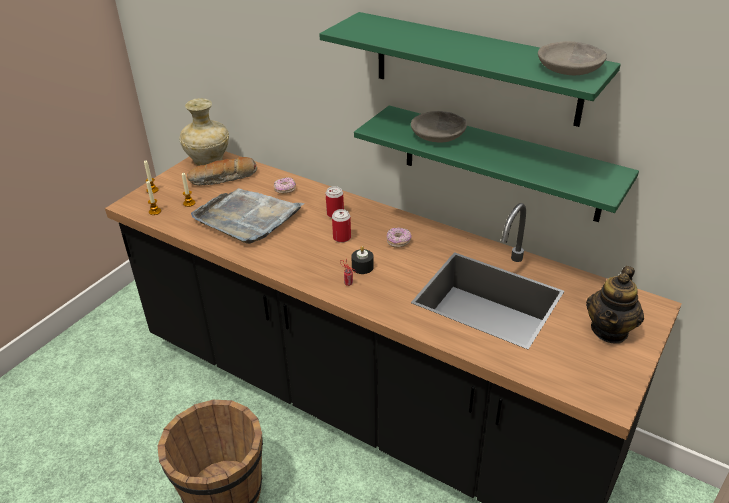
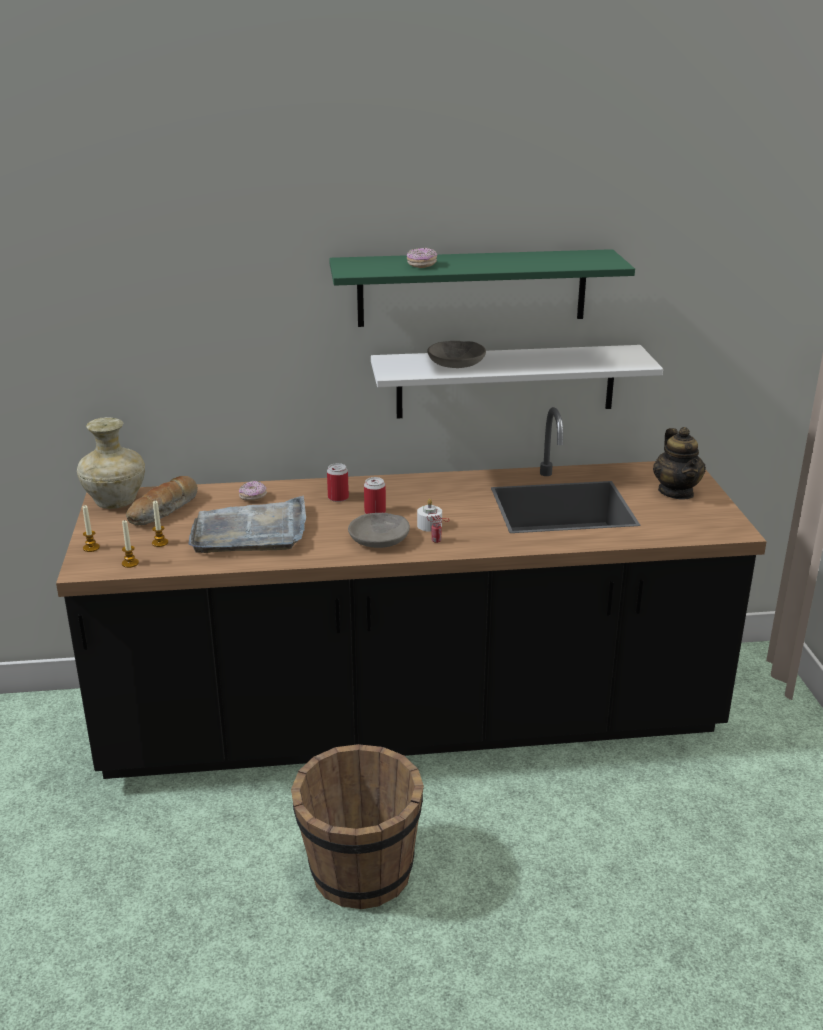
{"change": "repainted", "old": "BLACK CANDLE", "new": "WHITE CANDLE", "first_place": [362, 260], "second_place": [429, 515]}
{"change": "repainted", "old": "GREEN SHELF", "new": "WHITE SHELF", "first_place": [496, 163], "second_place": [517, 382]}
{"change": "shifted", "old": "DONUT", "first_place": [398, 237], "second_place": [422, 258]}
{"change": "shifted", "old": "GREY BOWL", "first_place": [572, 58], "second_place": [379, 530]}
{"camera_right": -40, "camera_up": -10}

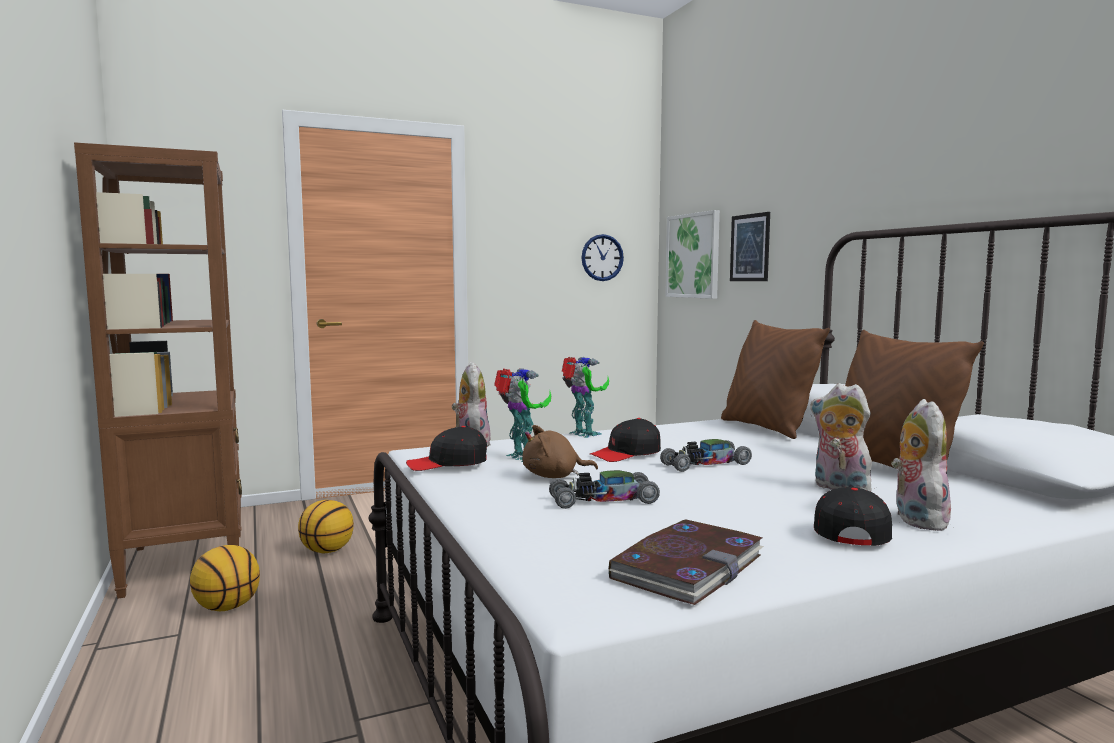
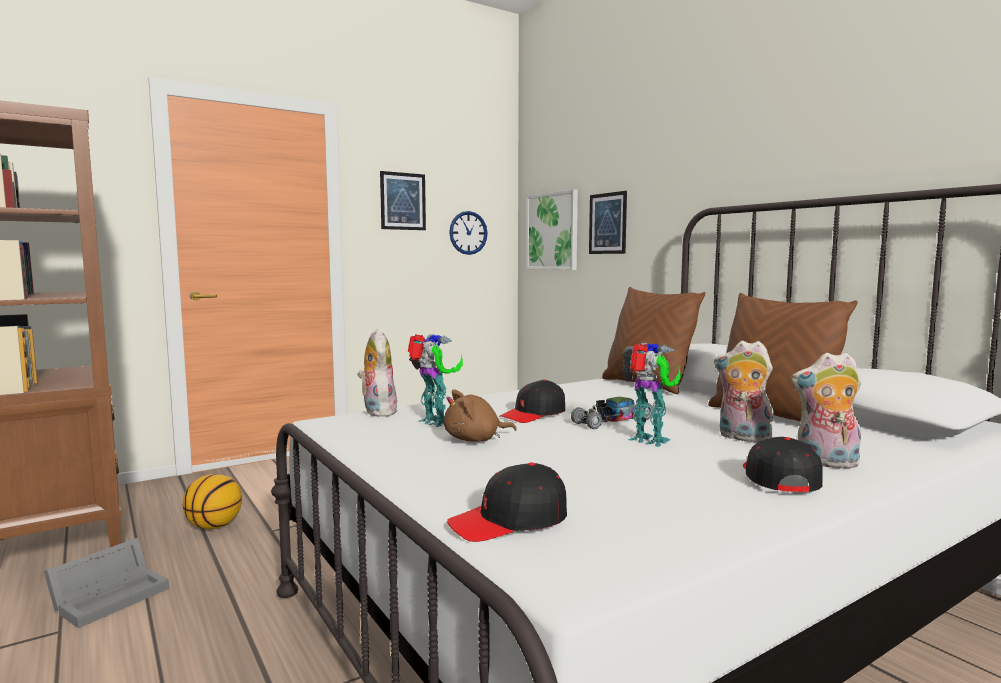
{"change": "swapped", "old": "BASKETBALL", "new": "GREY STORAGE BOX", "first_place": [225, 578], "second_place": [106, 583]}
{"change": "shifted", "old": "BLACK CAP", "first_place": [446, 448], "second_place": [507, 502]}
{"change": "gone", "old": "TOY CAR", "first_place": [604, 489]}
{"change": "shifted", "old": "TOY ROBOT", "first_place": [585, 397], "second_place": [651, 395]}
{"change": "gone", "old": "BOOK", "first_place": [686, 562]}
{"change": "rotated", "old": "PLUSH TOY", "first_place": [921, 465], "second_place": [826, 410], "degrees": -75}
{"change": "new", "new": "PICTURE", "second_place": [403, 200]}
{"camera_right": -10, "camera_up": 0}

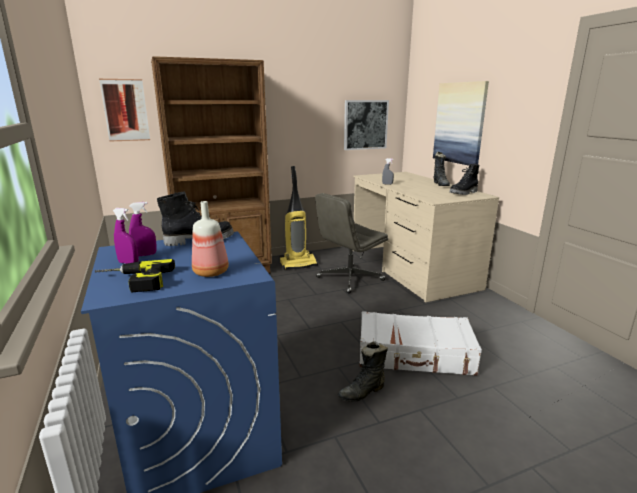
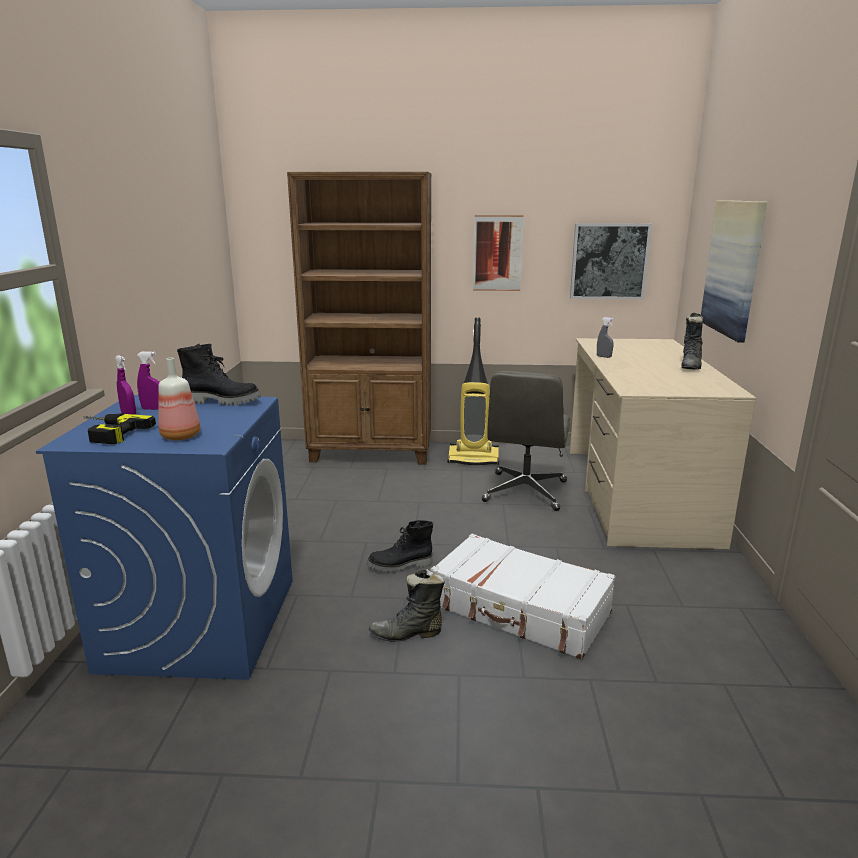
{"change": "shifted", "old": "PICTURE", "first_place": [124, 110], "second_place": [498, 253]}
{"change": "rotated", "old": "GREY OFFICE CHAIR", "first_place": [351, 243], "second_place": [526, 441], "degrees": -60}
{"change": "shifted", "old": "BLACK BOOT", "first_place": [465, 179], "second_place": [400, 546]}
{"camera_right": 25, "camera_up": 0}

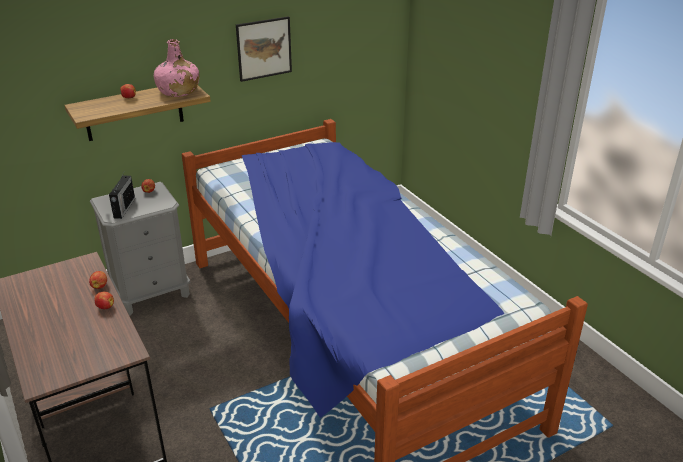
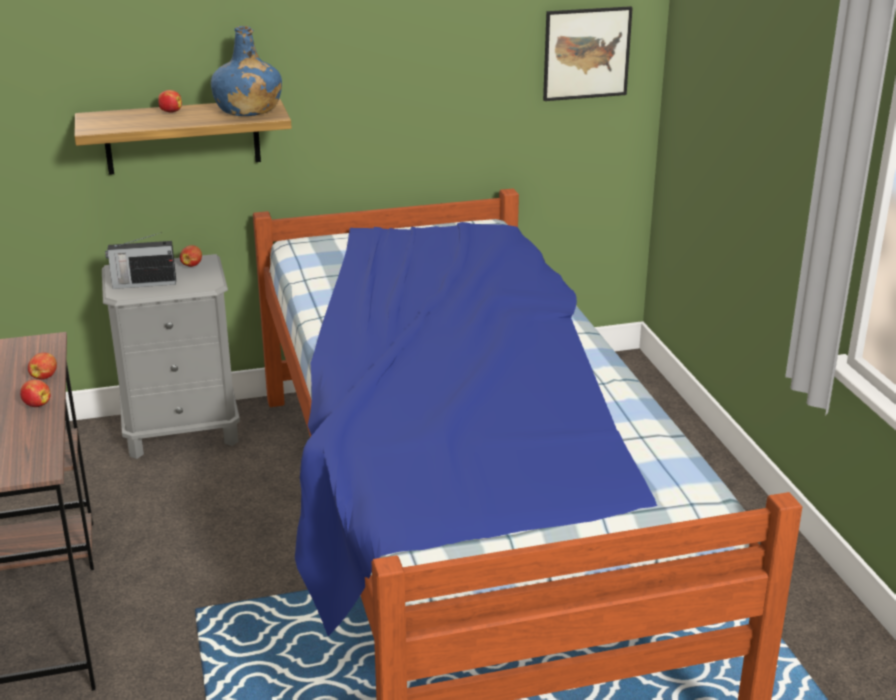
{"change": "rotated", "old": "RADIO", "first_place": [122, 197], "second_place": [140, 260], "degrees": 60}
{"change": "repainted", "old": "PINK BOTTLE", "new": "BLUE BOTTLE", "first_place": [176, 68], "second_place": [246, 71]}
{"change": "shifted", "old": "PICTURE", "first_place": [264, 49], "second_place": [588, 53]}
{"camera_right": 15, "camera_up": -5}

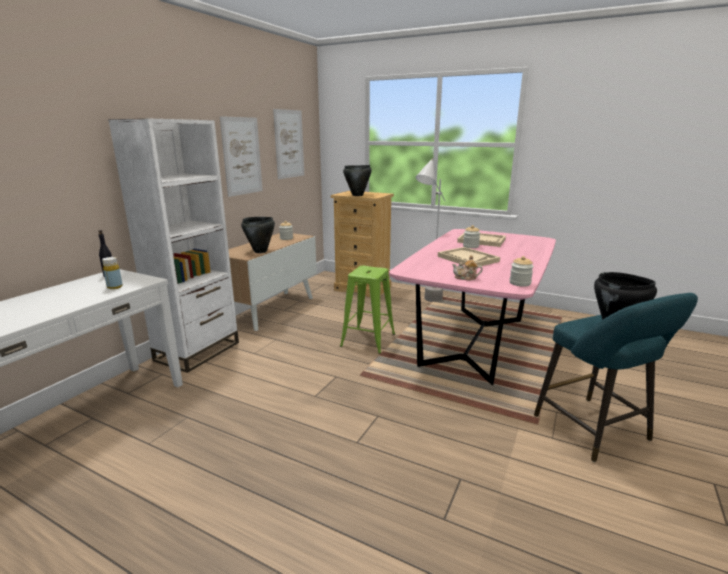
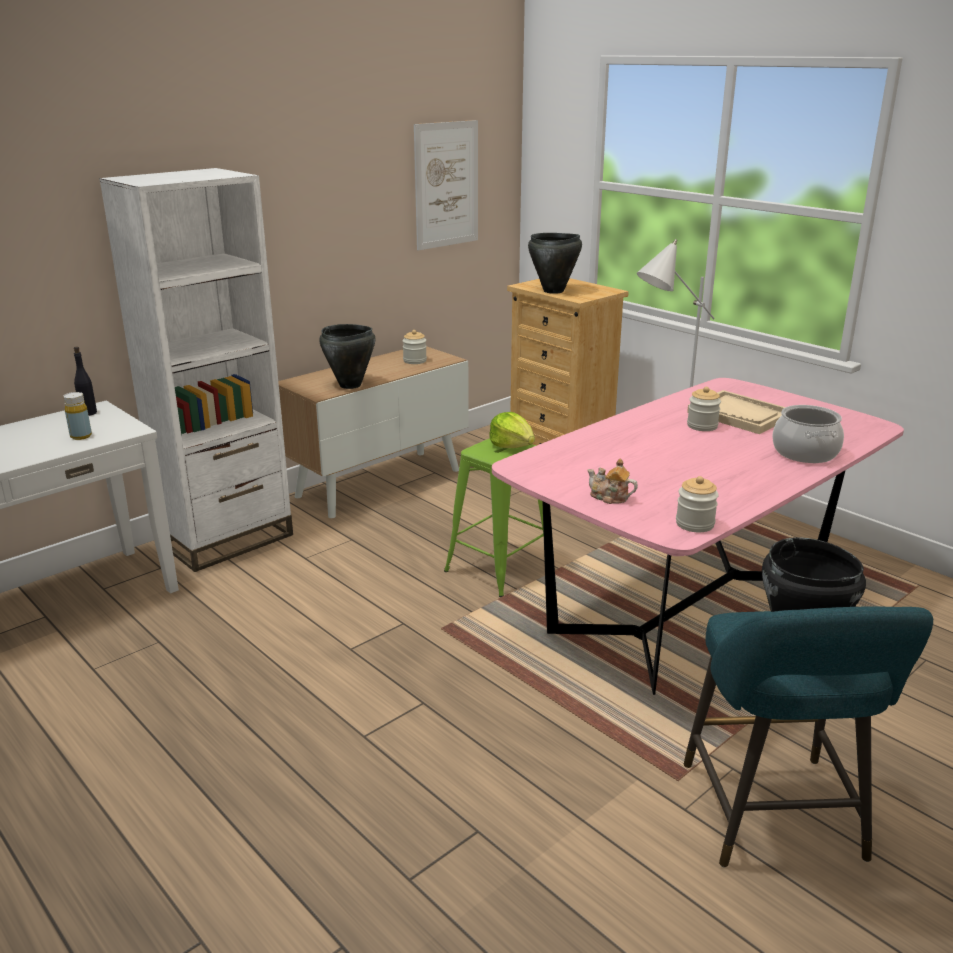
{"change": "gone", "old": "PICTURE", "first_place": [241, 156]}
{"change": "gone", "old": "BEIGE TRAY", "first_place": [469, 256]}
{"change": "new", "new": "LETTUCE", "second_place": [512, 430]}
{"change": "new", "new": "COOKING POT", "second_place": [808, 434]}
{"camera_right": 20, "camera_up": 5}

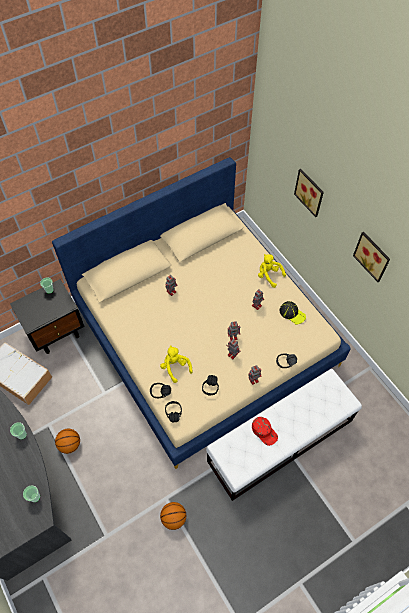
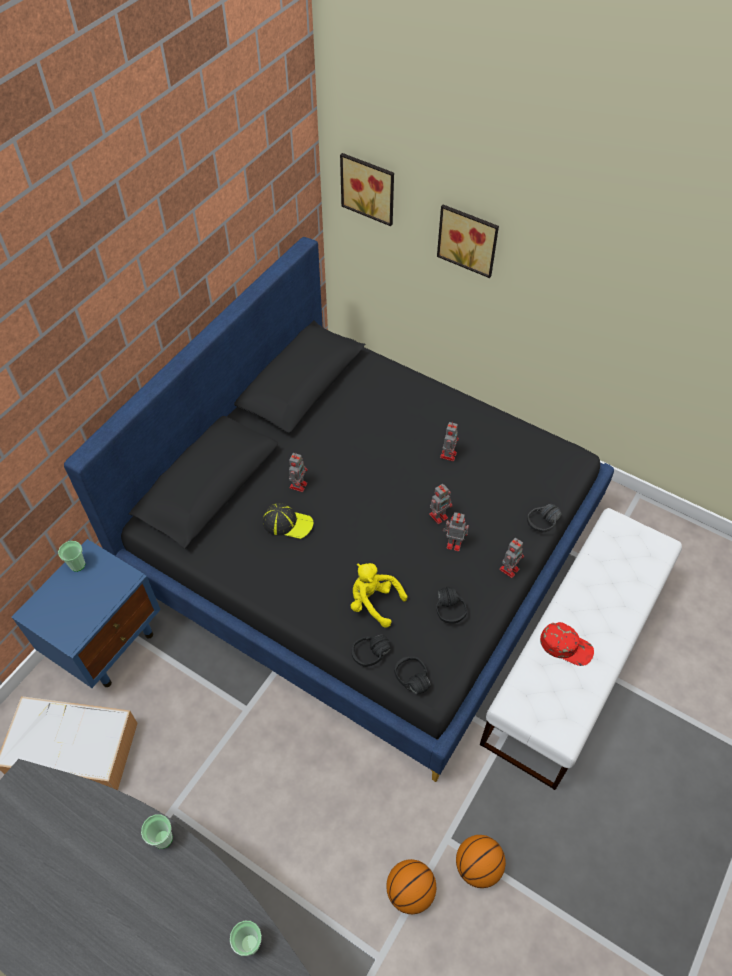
{"change": "repainted", "old": "BLACK NIGHTSTAND", "new": "BLUE NIGHTSTAND", "first_place": [47, 316], "second_place": [86, 613]}
{"change": "repainted", "old": "BEIGE BED", "new": "BLACK BED", "first_place": [201, 313], "second_place": [339, 509]}
{"change": "shifted", "old": "BASKETBALL", "first_place": [67, 441], "second_place": [411, 886]}
{"change": "gone", "old": "YELLOW PLUSH TOY", "first_place": [272, 271]}
{"change": "shifted", "old": "CAP", "first_place": [293, 313], "second_place": [288, 521]}
{"change": "shifted", "old": "PICTURE", "first_place": [371, 257], "second_place": [367, 189]}
{"camera_right": -25, "camera_up": -5}

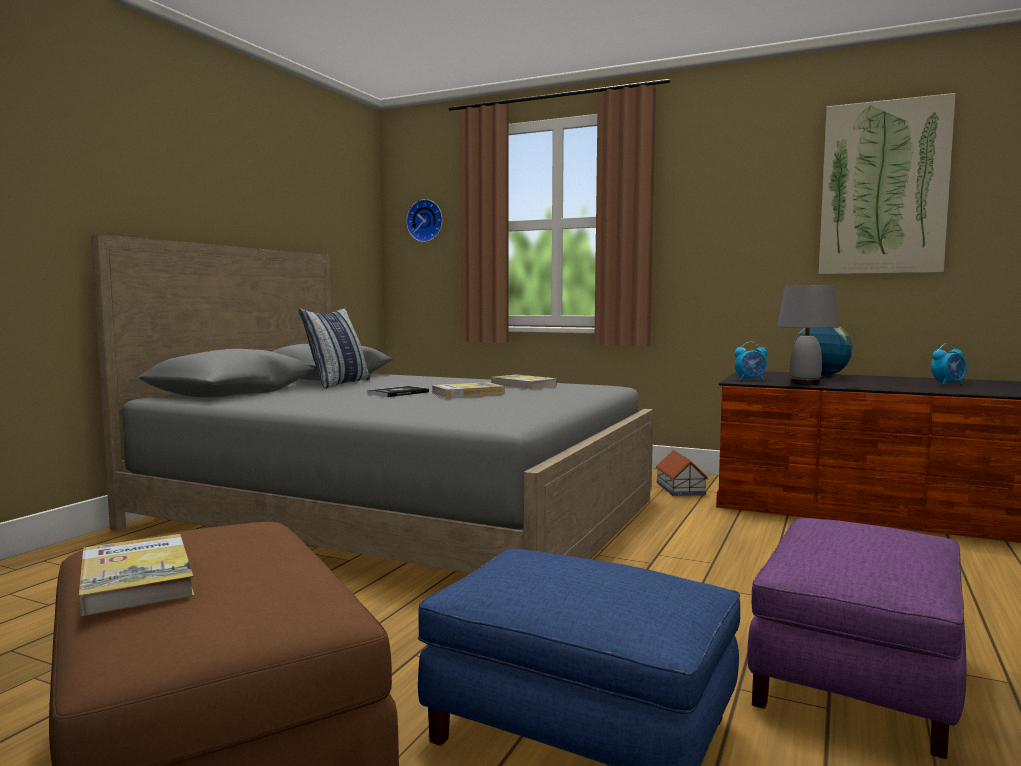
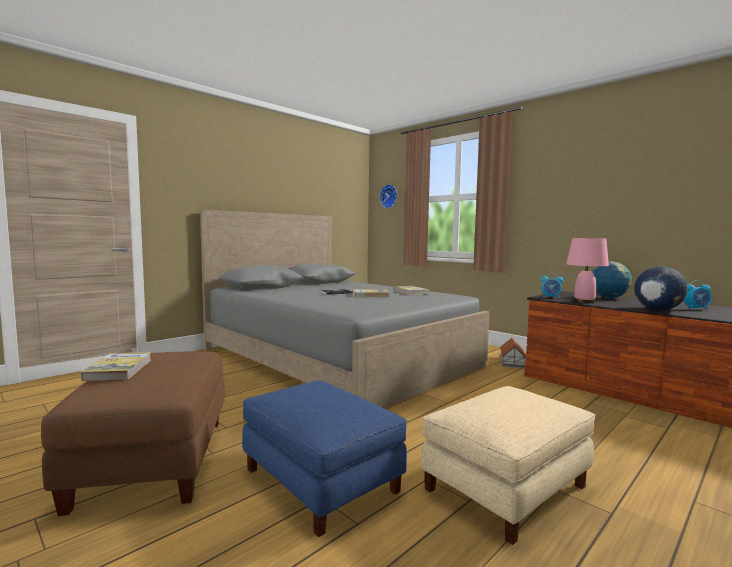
{"change": "gone", "old": "PILLOW", "first_place": [334, 348]}
{"change": "repainted", "old": "PURPLE OTTOMAN", "new": "BEIGE OTTOMAN", "first_place": [857, 638], "second_place": [509, 465]}
{"change": "repainted", "old": "GREY TABLE LAMP", "new": "PINK TABLE LAMP", "first_place": [808, 335], "second_place": [587, 270]}
{"change": "gone", "old": "PICTURE", "first_place": [887, 183]}
{"change": "new", "new": "GLOBE", "second_place": [661, 288]}
{"camera_right": 20, "camera_up": 0}

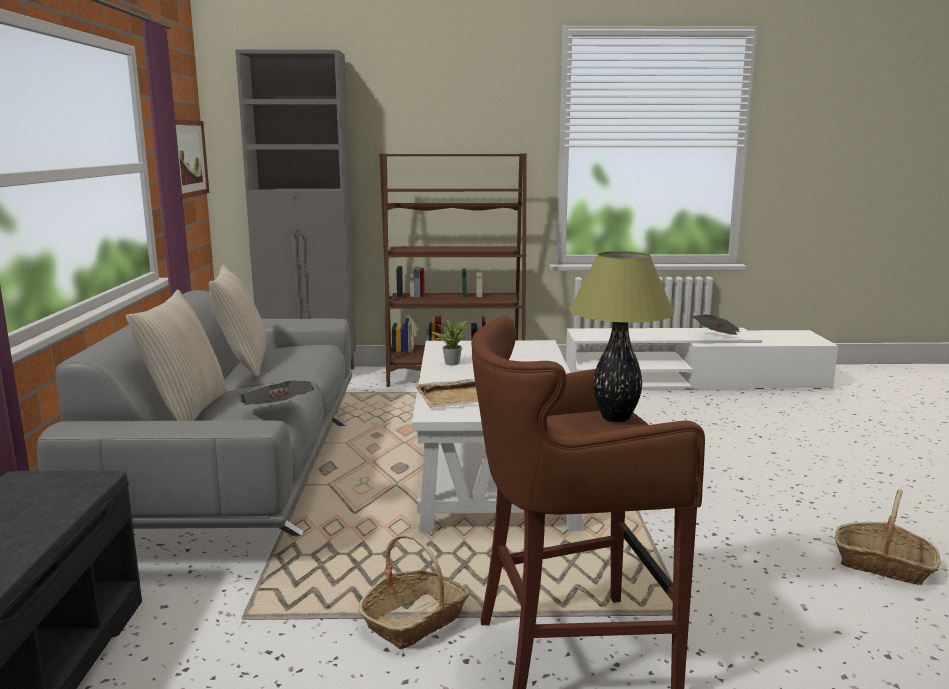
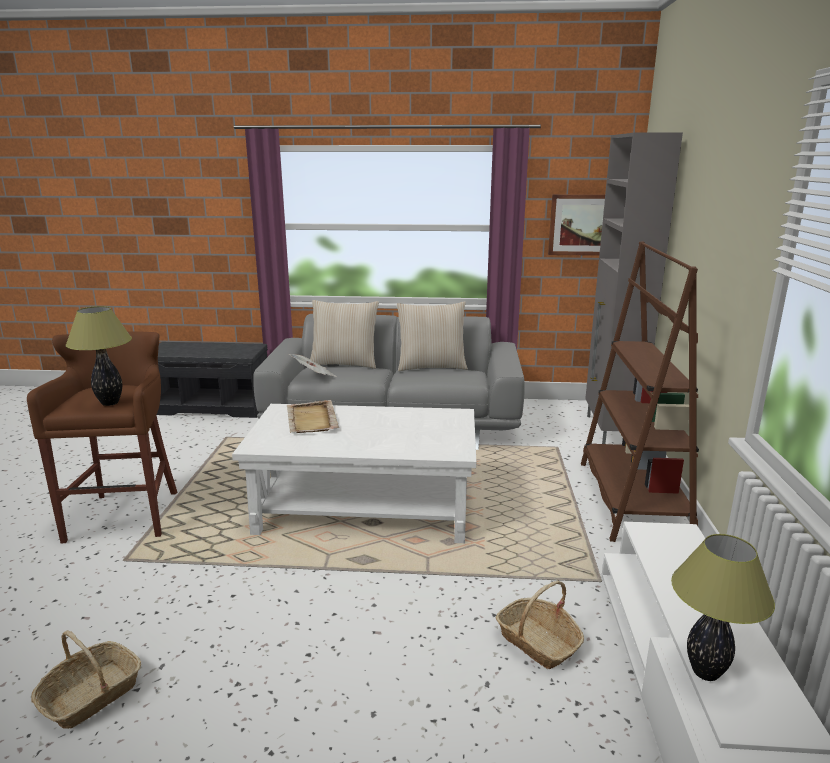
{"change": "shifted", "old": "BASKET", "first_place": [414, 591], "second_place": [540, 625]}
{"change": "gone", "old": "POTTED PLANT", "first_place": [449, 342]}
{"change": "swapped", "old": "NEWSPAPER", "new": "TABLE LAMP", "first_place": [716, 325], "second_place": [723, 607]}
{"camera_right": 95, "camera_up": 5}

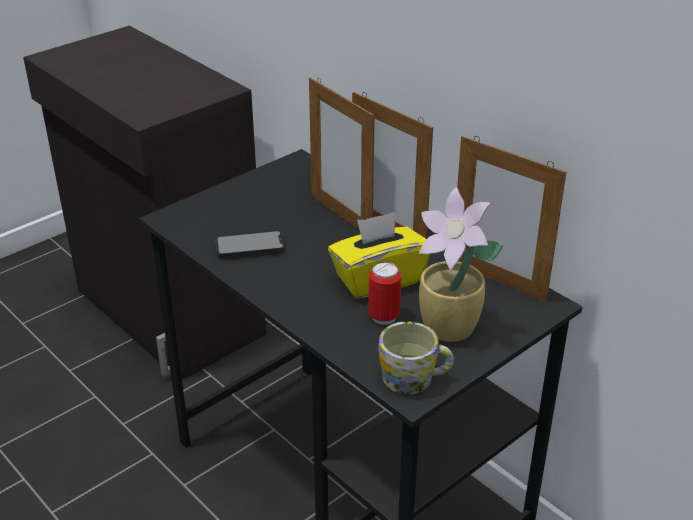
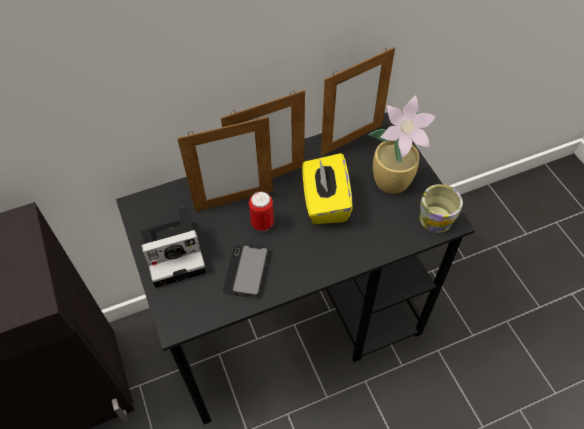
{"change": "shifted", "old": "CAN", "first_place": [384, 293], "second_place": [261, 211]}
{"change": "new", "new": "PHOTO CAMERA", "second_place": [173, 247]}
{"camera_right": -70, "camera_up": 20}

